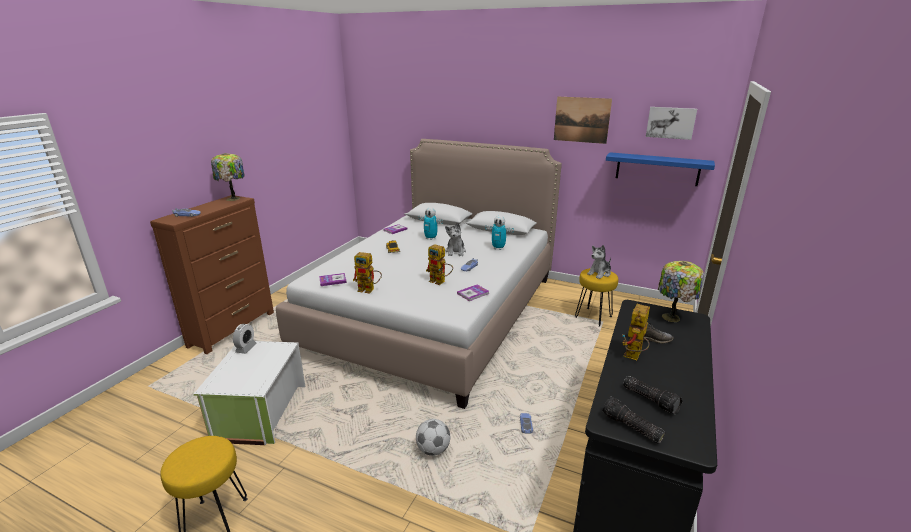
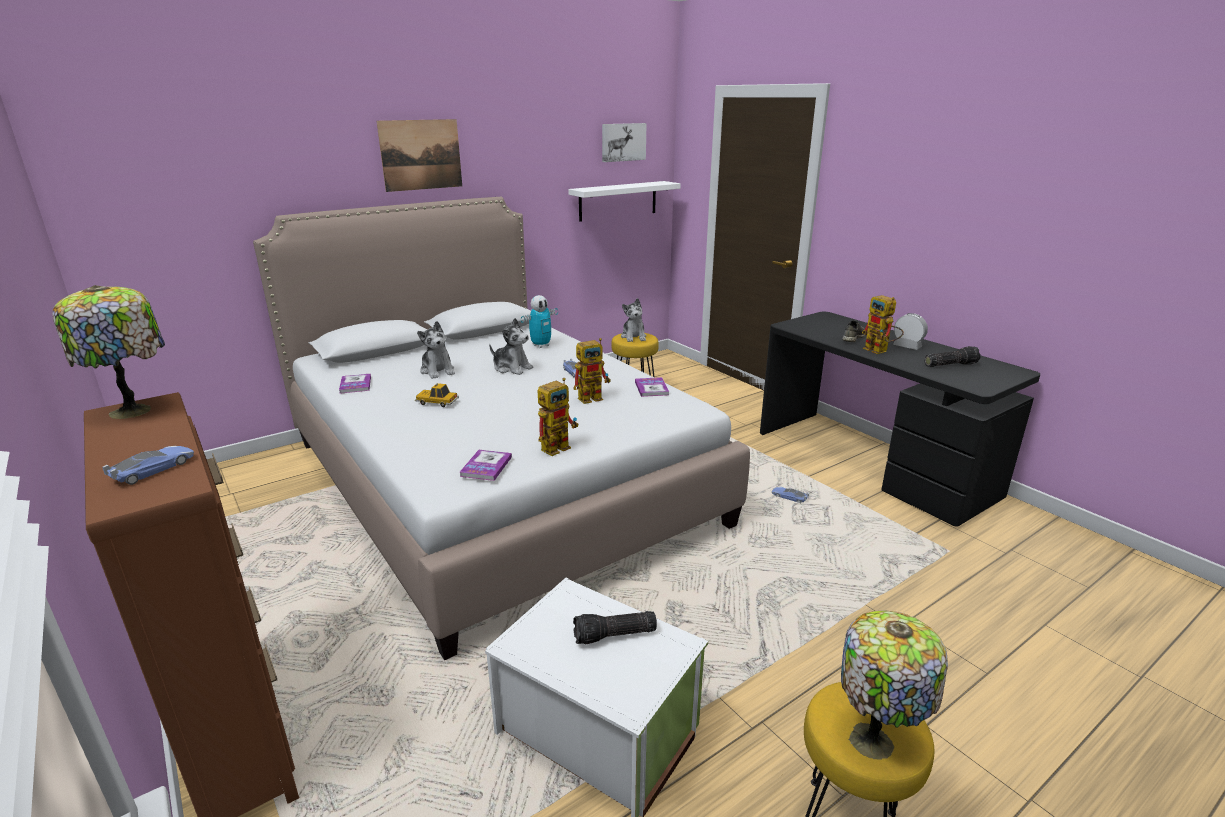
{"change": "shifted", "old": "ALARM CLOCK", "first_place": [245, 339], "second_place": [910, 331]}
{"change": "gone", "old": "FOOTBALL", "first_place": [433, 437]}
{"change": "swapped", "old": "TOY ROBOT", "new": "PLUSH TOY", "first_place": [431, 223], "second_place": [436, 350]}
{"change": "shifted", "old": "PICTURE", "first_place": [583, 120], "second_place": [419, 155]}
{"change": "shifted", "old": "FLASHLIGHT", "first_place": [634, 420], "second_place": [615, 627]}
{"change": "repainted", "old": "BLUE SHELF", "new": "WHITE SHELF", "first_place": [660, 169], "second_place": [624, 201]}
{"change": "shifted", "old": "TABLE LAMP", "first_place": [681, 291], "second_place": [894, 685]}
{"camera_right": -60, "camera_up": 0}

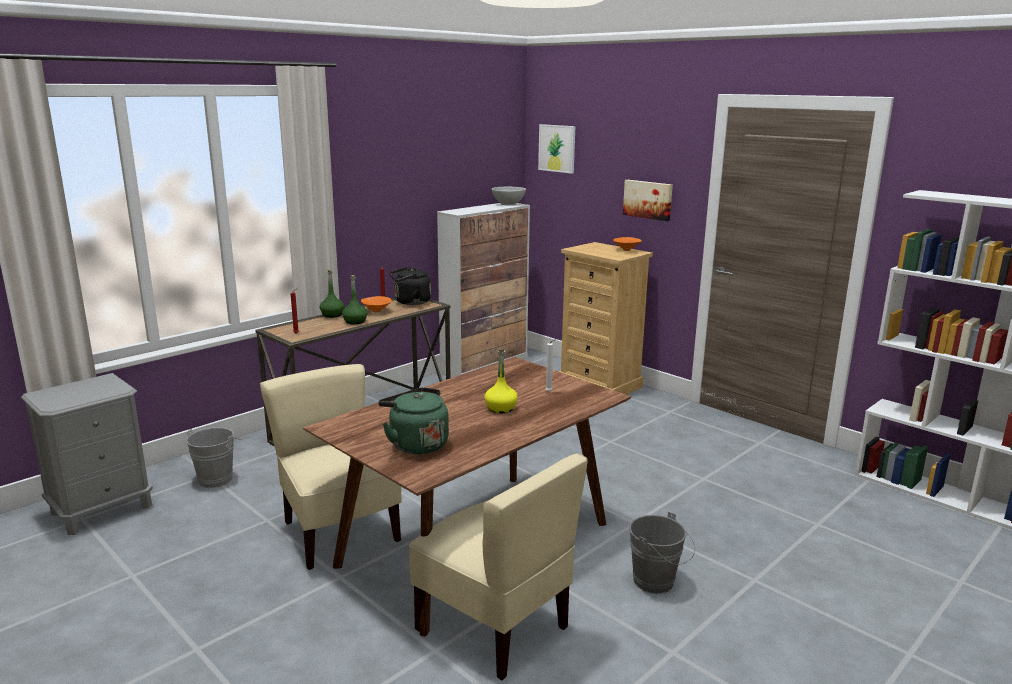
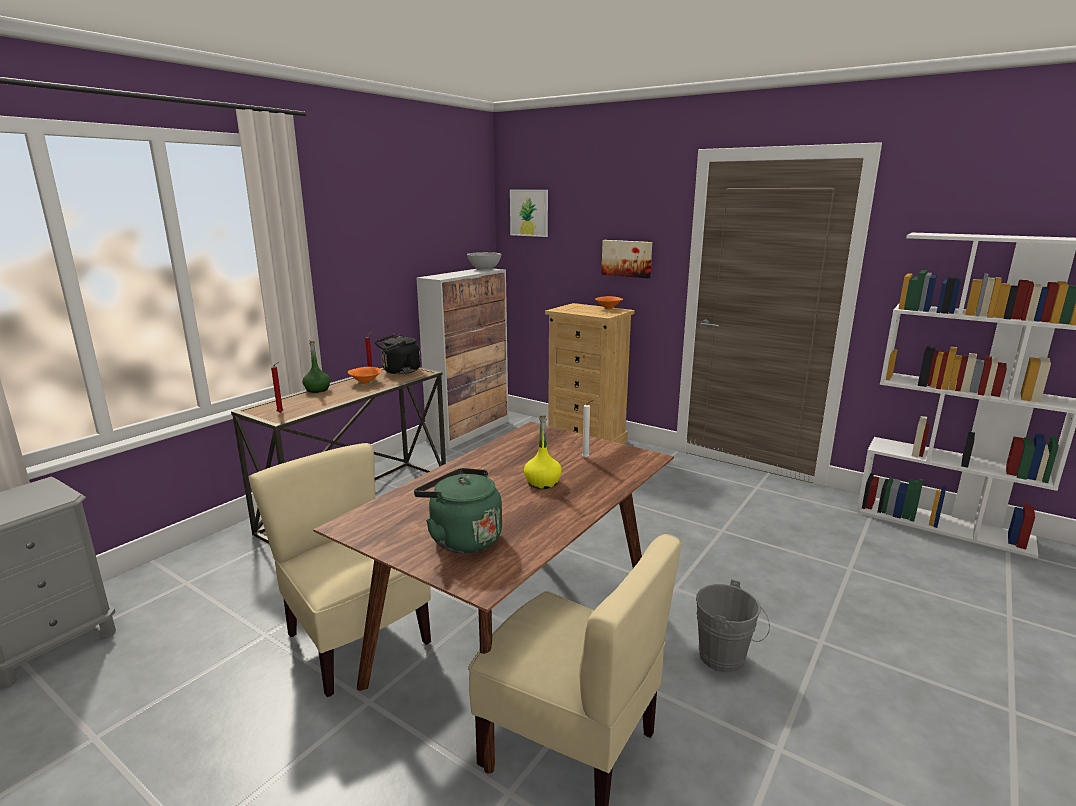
{"change": "gone", "old": "GREY BUCKET", "first_place": [214, 457]}
{"change": "gone", "old": "GREEN BOTTLE", "first_place": [355, 299]}
{"camera_right": -10, "camera_up": 0}

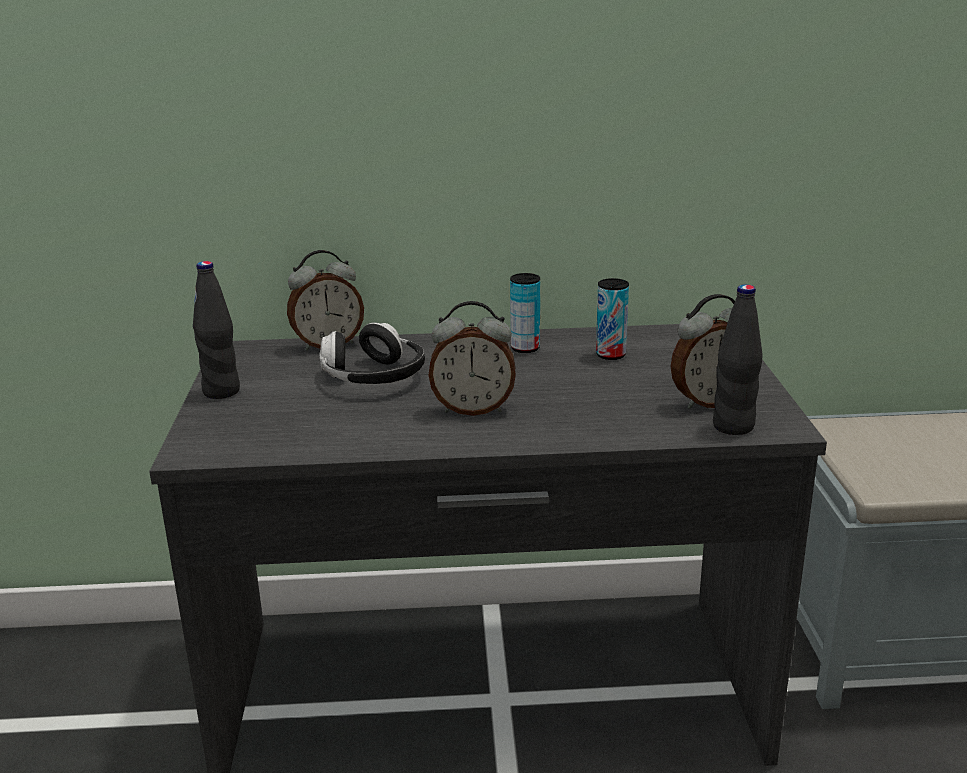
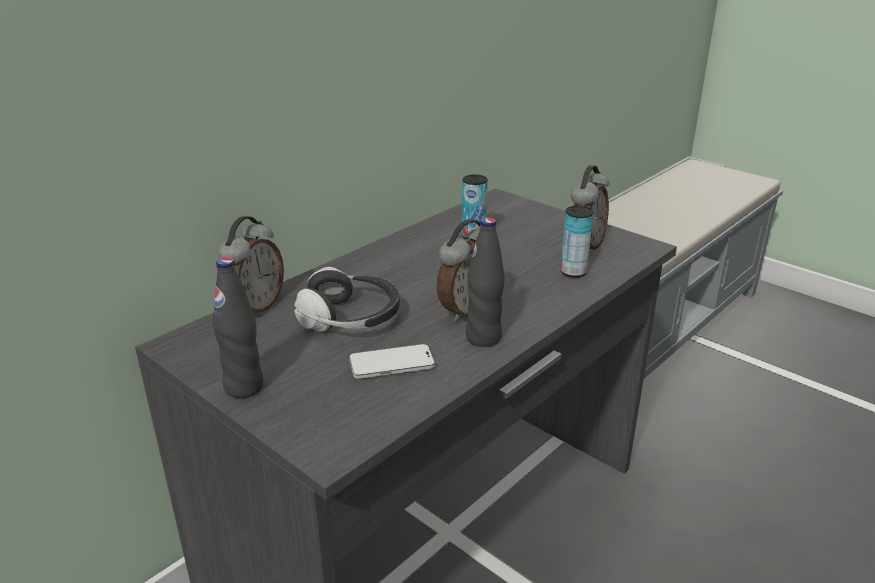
{"change": "shifted", "old": "CAN", "first_place": [525, 313], "second_place": [576, 242]}
{"change": "shifted", "old": "BLACK BOTTLE", "first_place": [738, 360], "second_place": [485, 282]}
{"change": "new", "new": "PHONE", "second_place": [392, 361]}
{"camera_right": -45, "camera_up": 5}

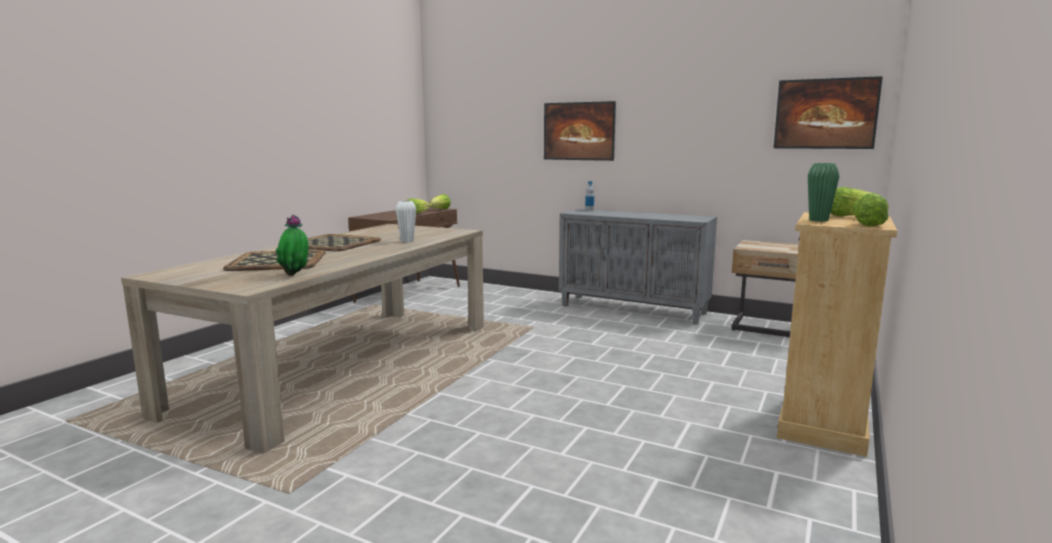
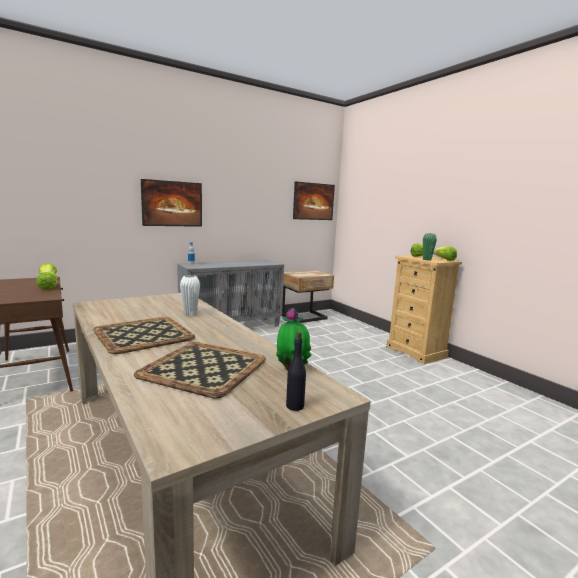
{"change": "new", "new": "BLACK BOTTLE", "second_place": [296, 371]}
{"camera_right": -60, "camera_up": 0}

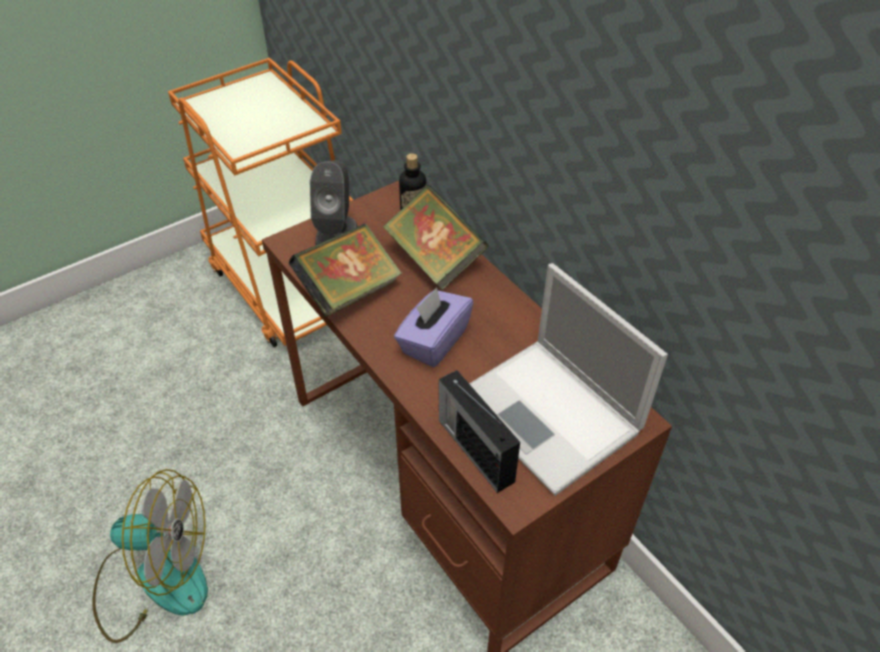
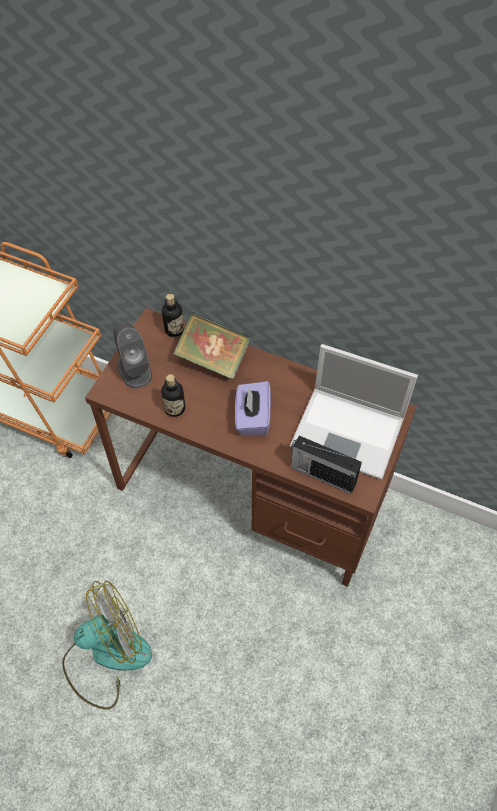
{"change": "swapped", "old": "BOOK", "new": "BOTTLE", "first_place": [345, 270], "second_place": [173, 395]}
{"camera_right": -30, "camera_up": 10}

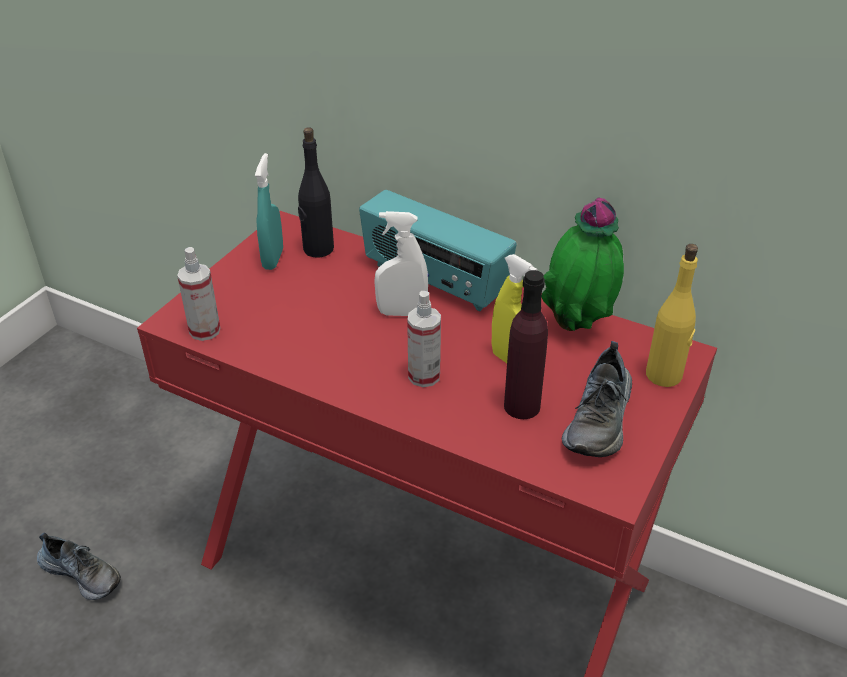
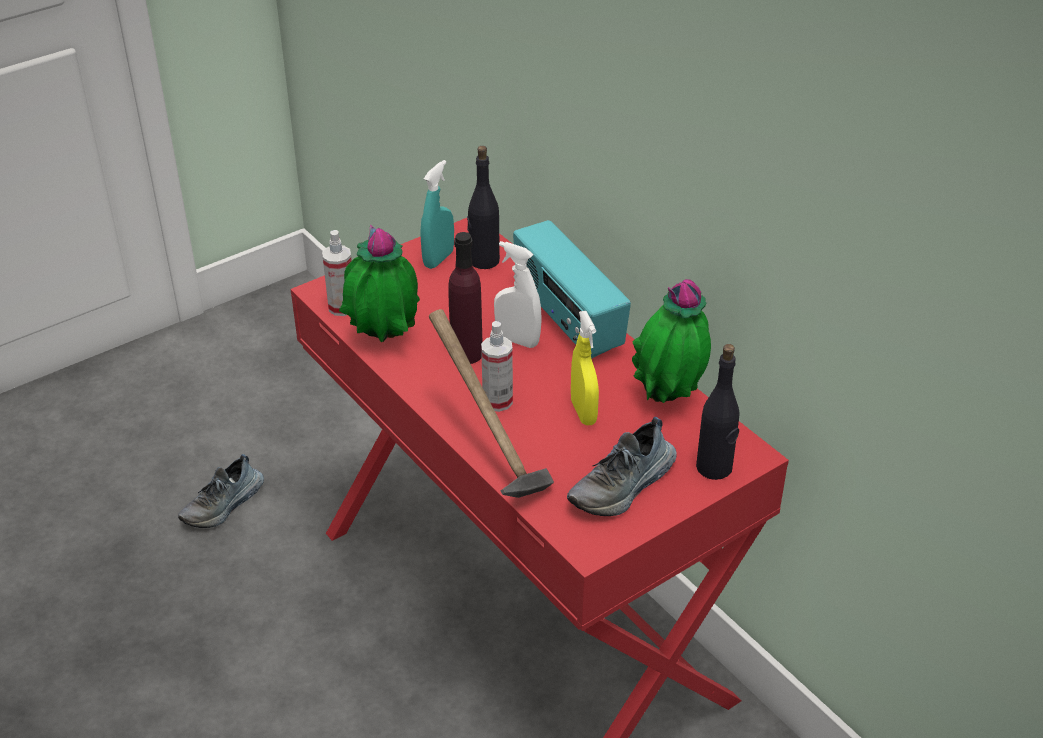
{"change": "rotated", "old": "SHOE", "first_place": [79, 566], "second_place": [221, 491], "degrees": 75}
{"change": "shifted", "old": "PURPLE BOTTLE", "first_place": [526, 344], "second_place": [465, 298]}
{"change": "repainted", "old": "YELLOW BOTTLE", "new": "BLACK BOTTLE", "first_place": [672, 315], "second_place": [717, 412]}
{"change": "new", "new": "POTTED PLANT", "second_place": [379, 283]}
{"change": "new", "new": "HAMMER", "second_place": [491, 403]}
{"camera_right": 25, "camera_up": 0}

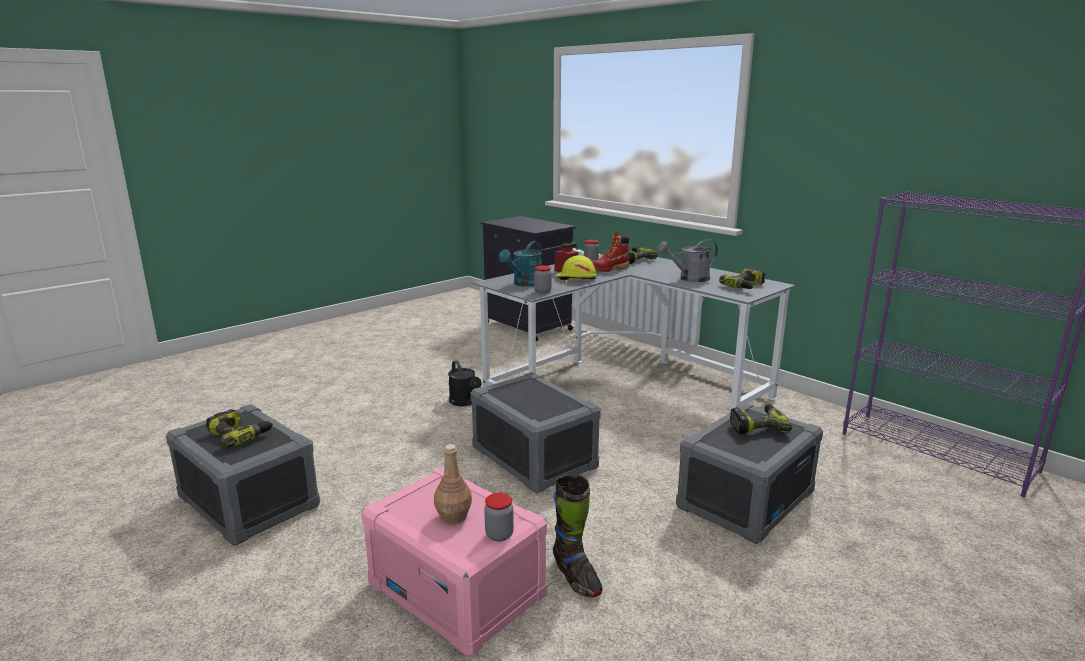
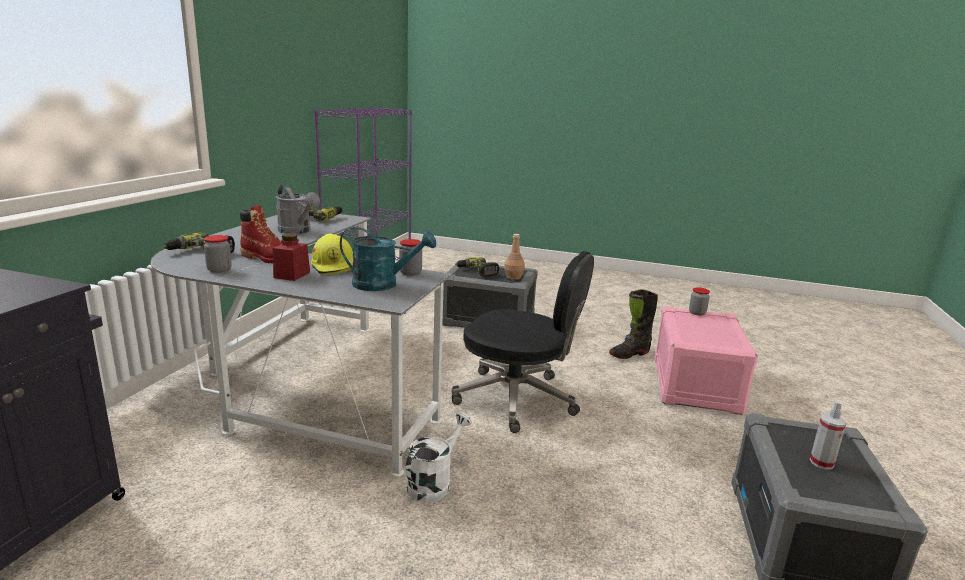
{"change": "swapped", "old": "POWER DRILL", "new": "SPRAY BOTTLE", "first_place": [239, 428], "second_place": [828, 435]}
{"change": "shifted", "old": "BROWN BOTTLE", "first_place": [453, 484], "second_place": [514, 257]}
{"change": "repainted", "old": "BLACK WATERING CAN", "new": "WHITE WATERING CAN", "first_place": [464, 383], "second_place": [438, 457]}
{"change": "swapped", "old": "GREY STORAGE BOX", "new": "BLACK OFFICE CHAIR", "first_place": [536, 433], "second_place": [523, 342]}
{"change": "rotated", "old": "BLACK BOOT", "first_place": [578, 535], "second_place": [633, 324], "degrees": -150}
{"camera_right": -120, "camera_up": 0}

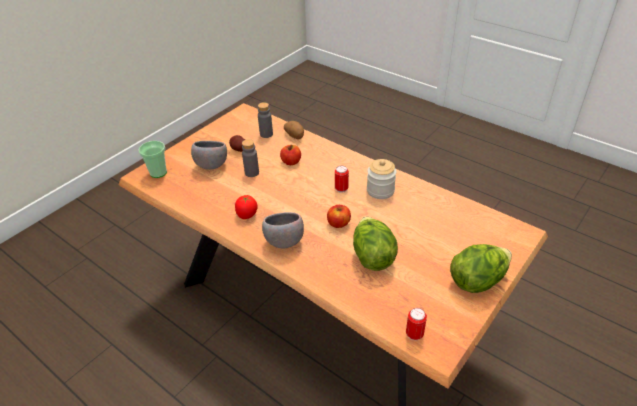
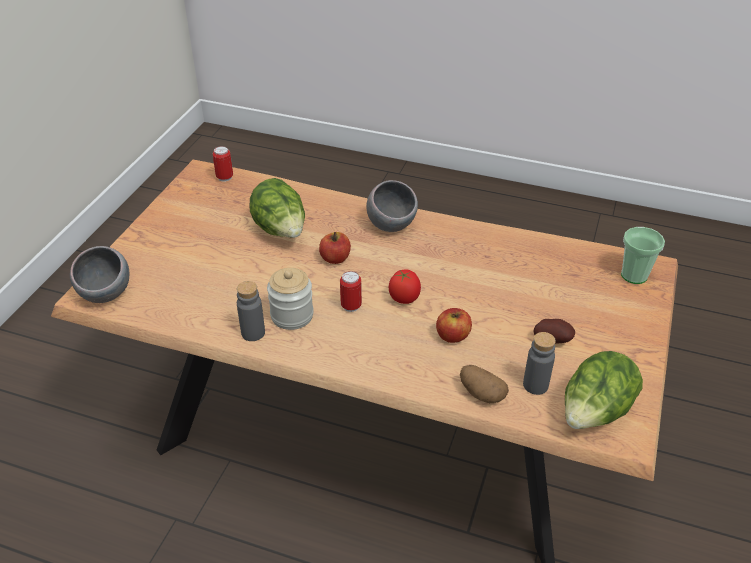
{"change": "shifted", "old": "GREY BOWL", "first_place": [209, 155], "second_place": [100, 274]}
{"change": "shifted", "old": "TOMATO", "first_place": [246, 207], "second_place": [404, 286]}
{"change": "shifted", "old": "GREY BOTTLE", "first_place": [250, 158], "second_place": [251, 311]}
{"change": "shifted", "old": "LETTUCE", "first_place": [481, 268], "second_place": [604, 390]}
{"camera_right": 160, "camera_up": 0}

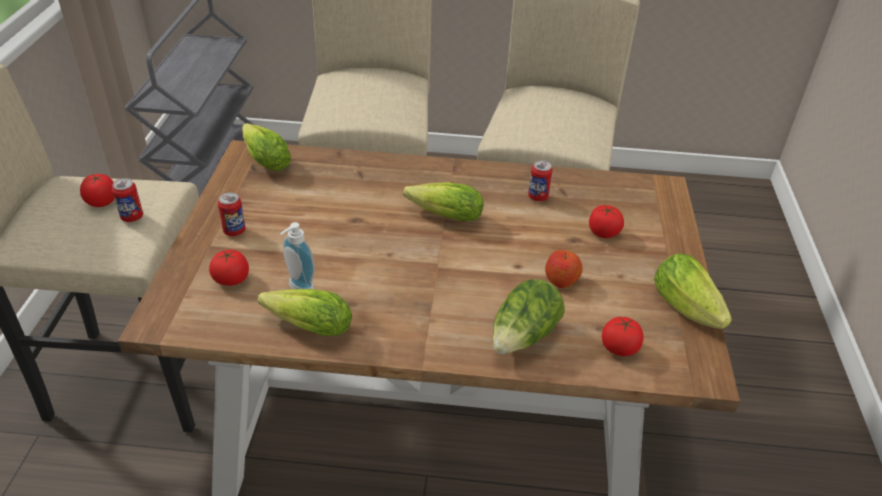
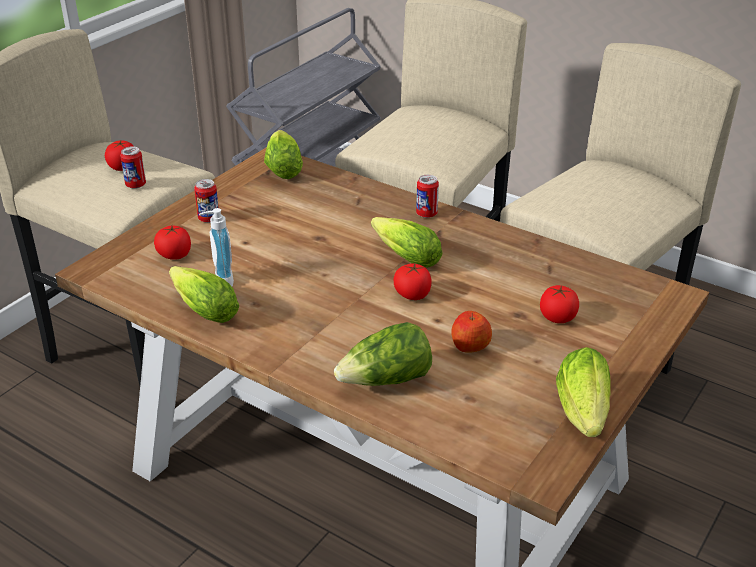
{"change": "shifted", "old": "CAN", "first_place": [540, 180], "second_place": [427, 196]}
{"change": "shifted", "old": "TOMATO", "first_place": [622, 336], "second_place": [413, 282]}
{"camera_right": 30, "camera_up": -5}

